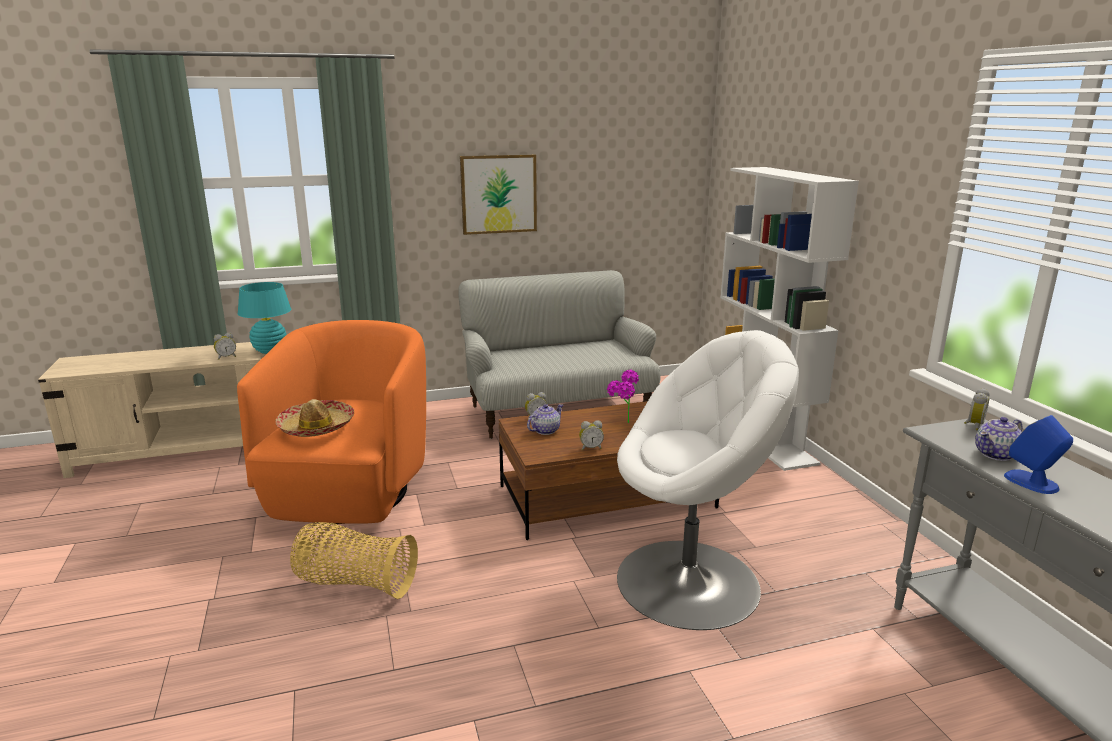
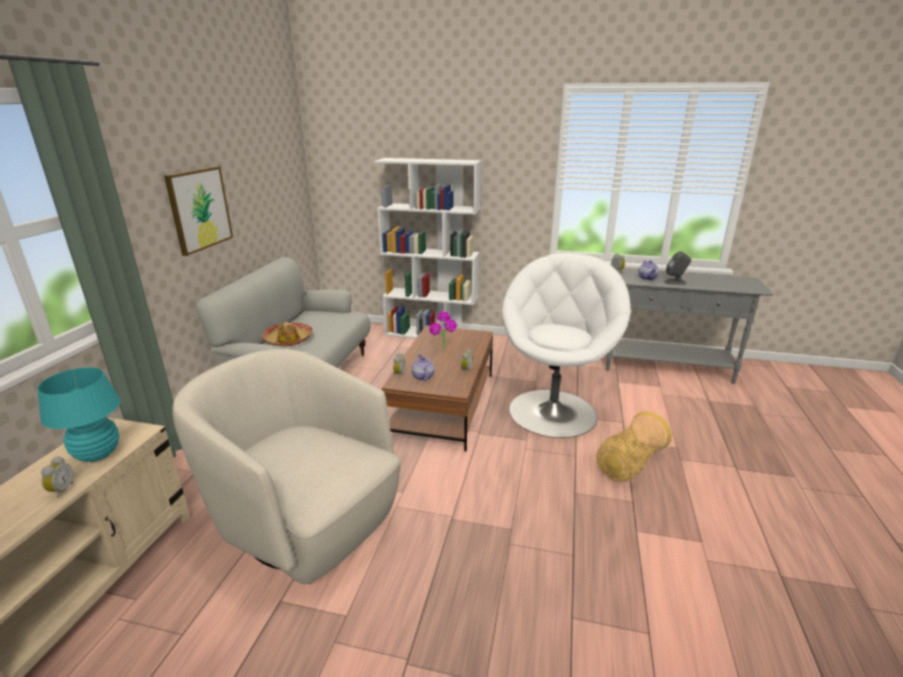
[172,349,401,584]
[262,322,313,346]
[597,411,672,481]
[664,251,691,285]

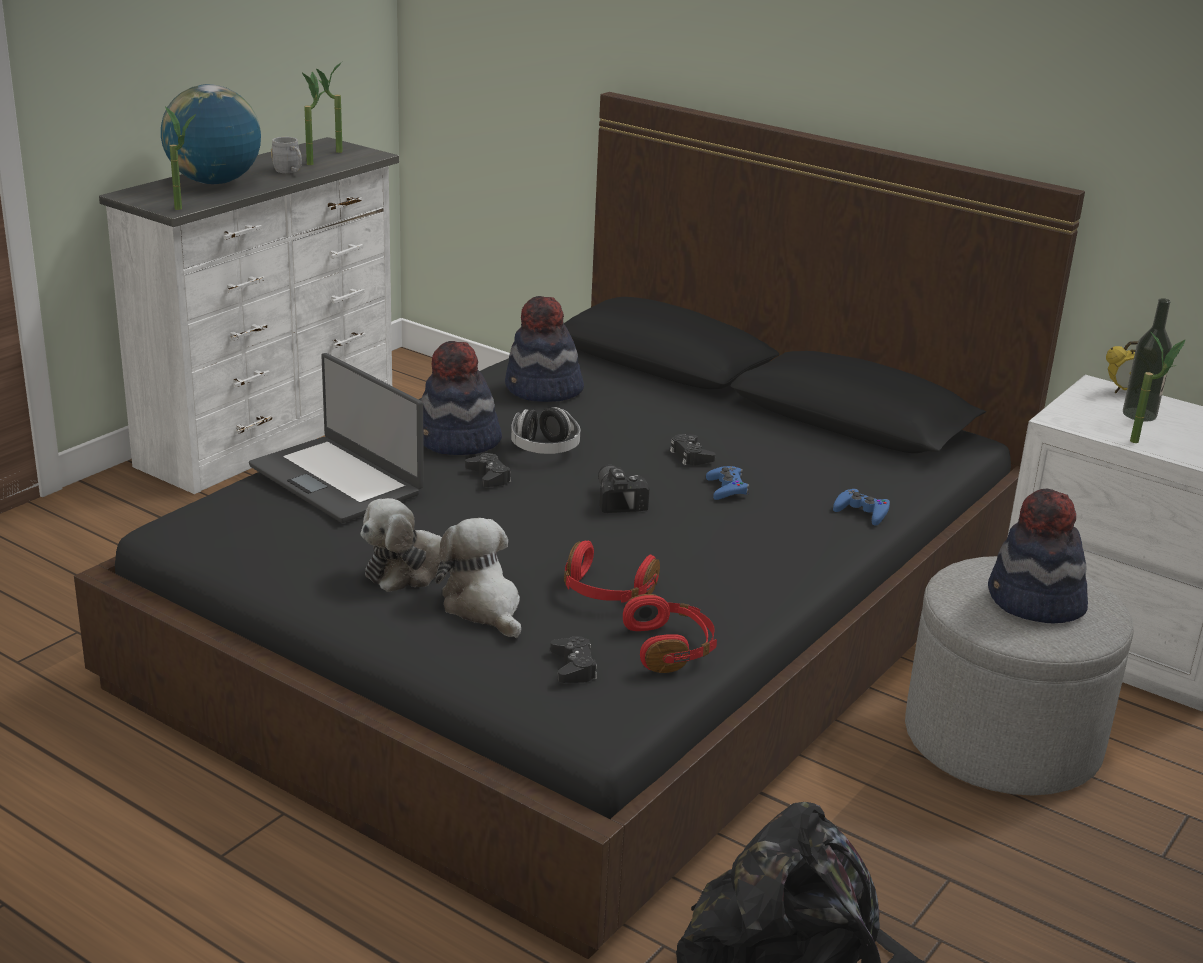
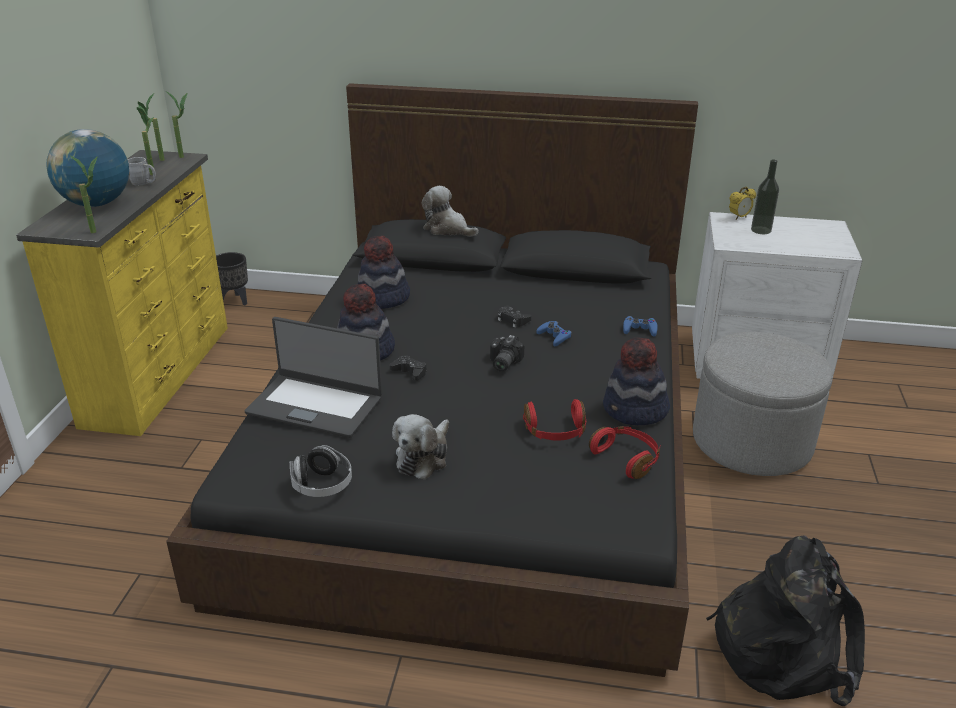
[16,150,228,436]
[166,91,187,158]
[216,252,248,305]
[290,445,352,497]
[421,186,479,237]
[490,335,524,372]
[603,337,670,425]
[550,636,597,683] (first image)

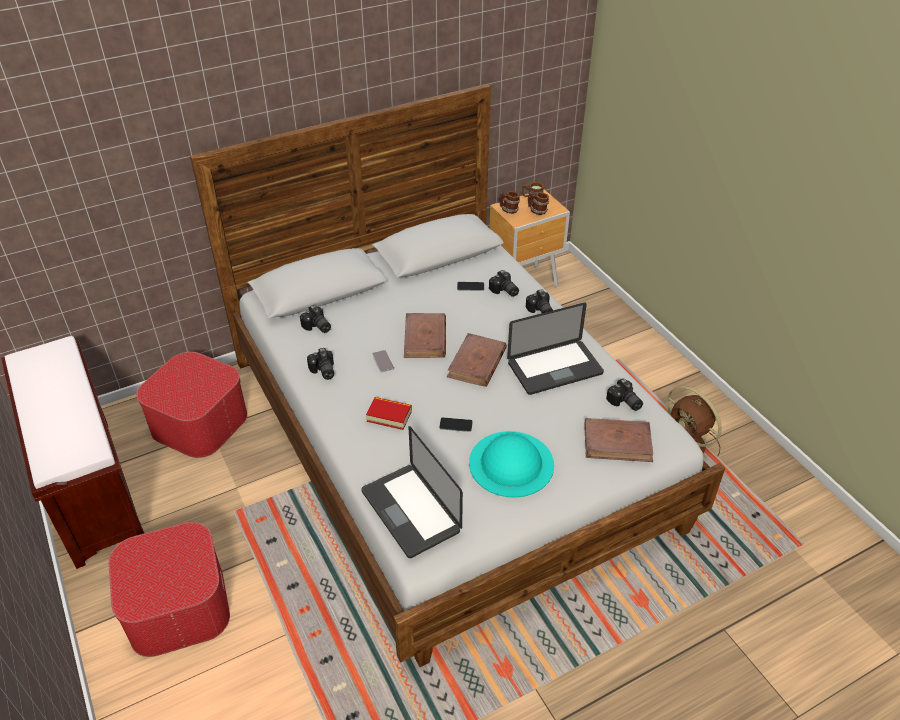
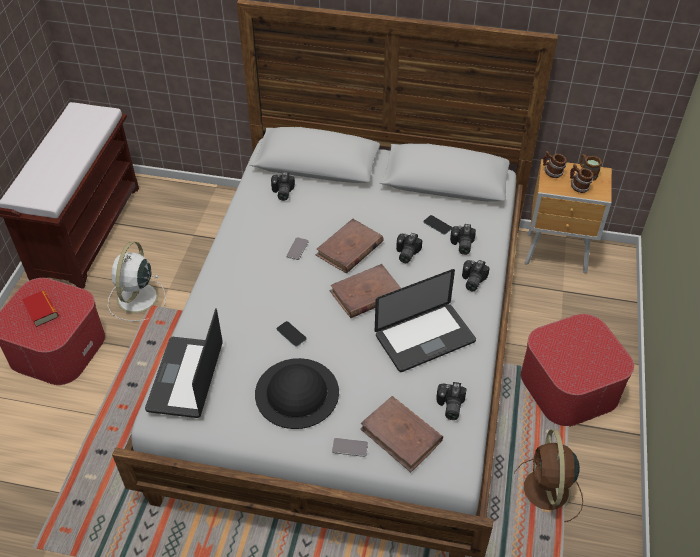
[22,290,59,327]
[108,241,166,321]
[255,358,339,429]
[332,438,368,457]
[375,269,476,372]
[396,233,422,263]
[521,314,634,427]

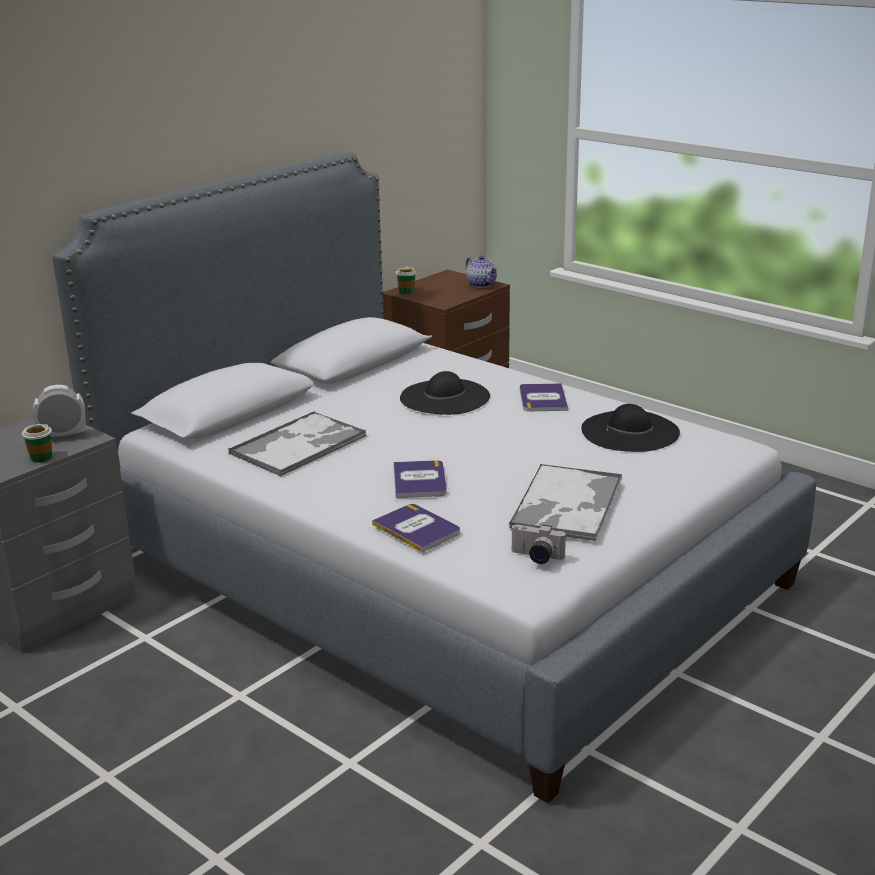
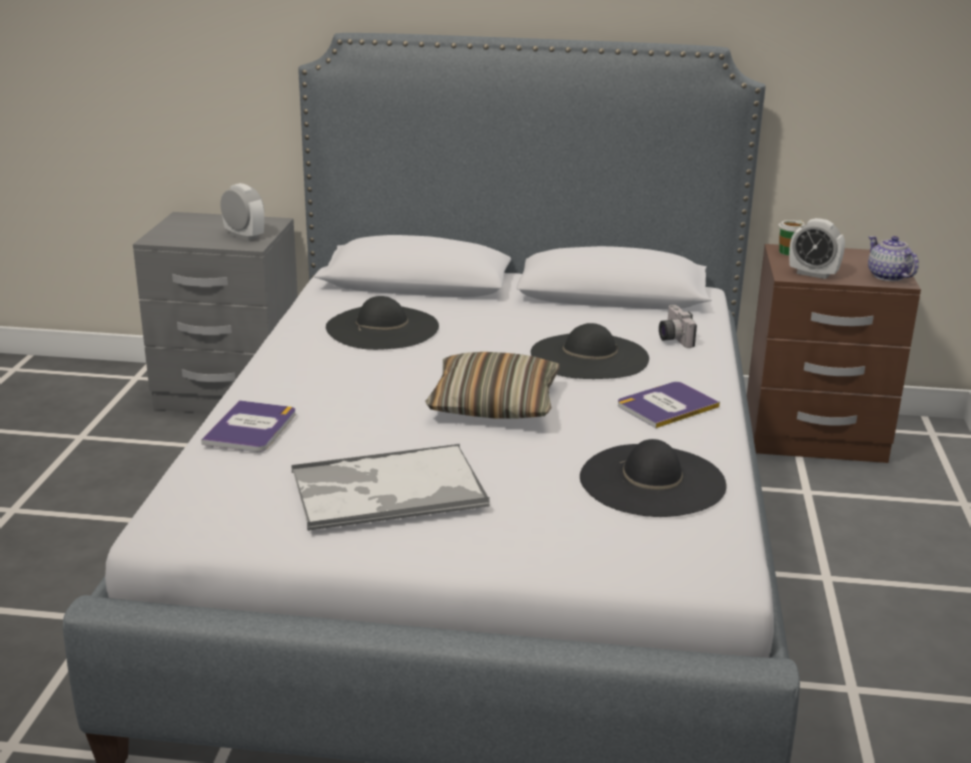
[326,296,439,350]
[425,352,560,419]
[659,305,697,348]
[789,218,845,279]
[868,236,919,281]
[21,424,52,463] (first image)
[393,460,447,498] (first image)

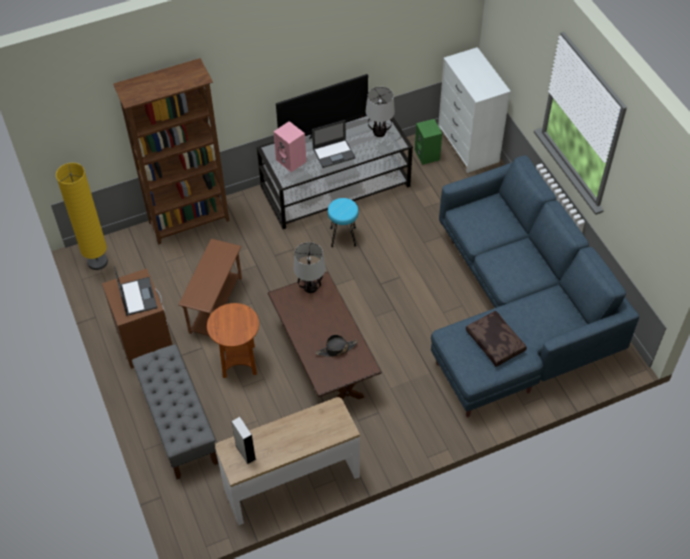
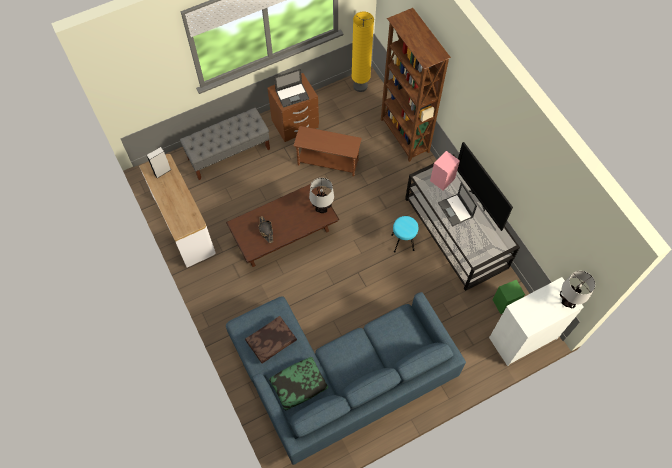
[269,357,328,410]
[560,271,595,308]
[207,303,259,378] (first image)

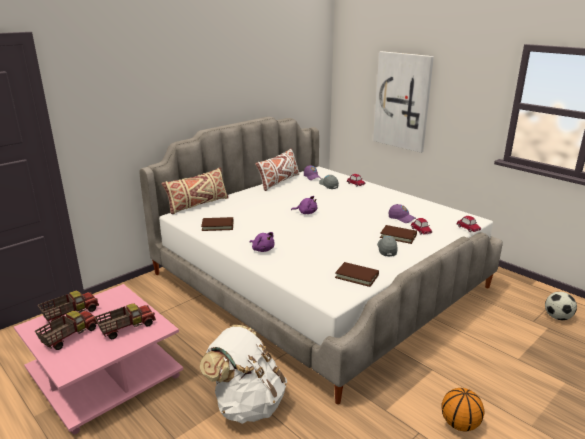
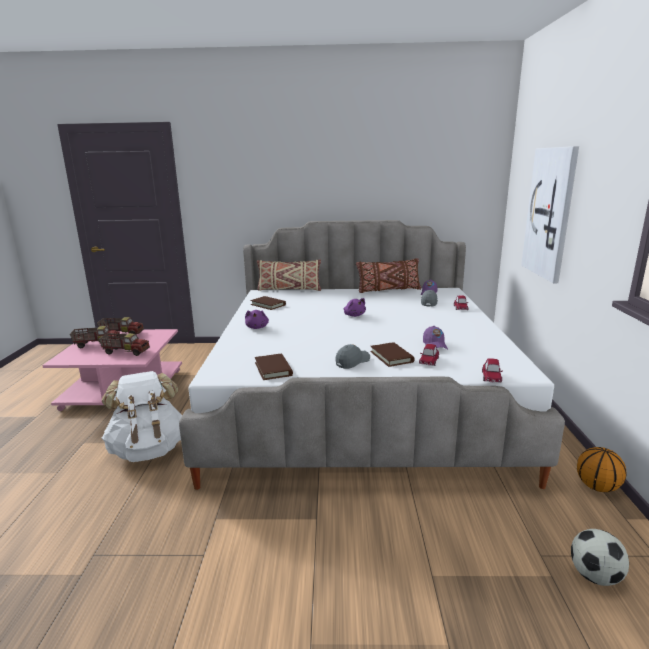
[356,258,421,293]
[577,447,626,492]

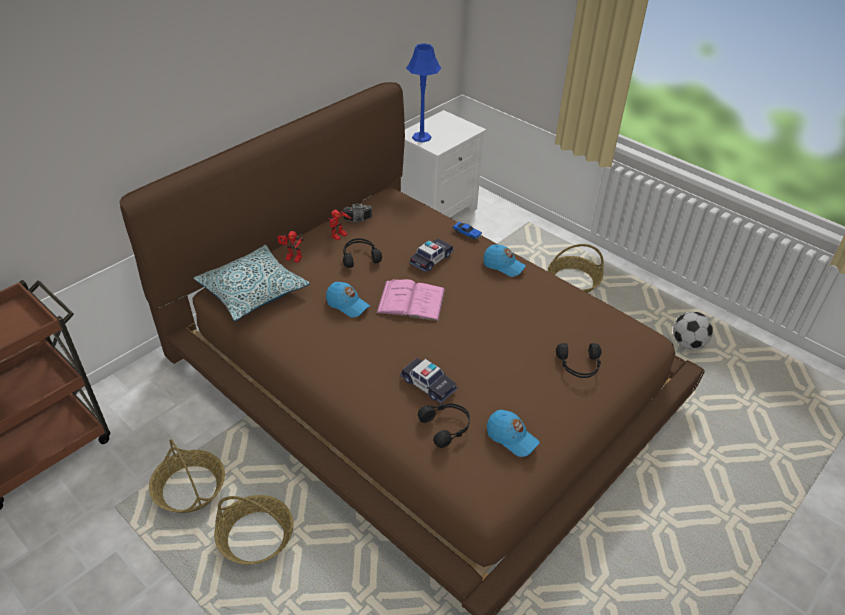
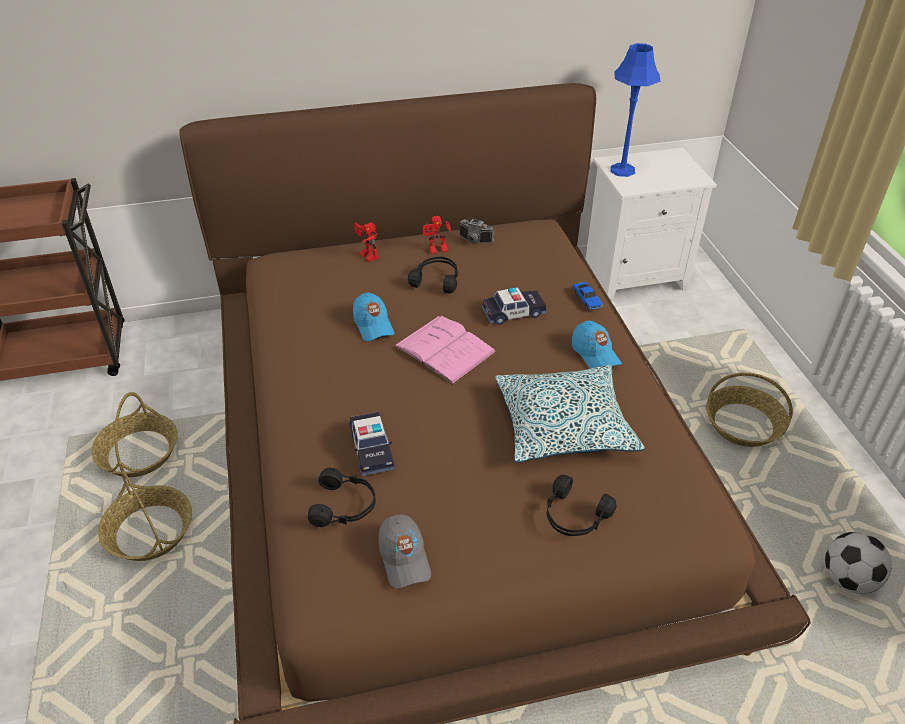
[379,514,431,588]
[495,365,645,463]

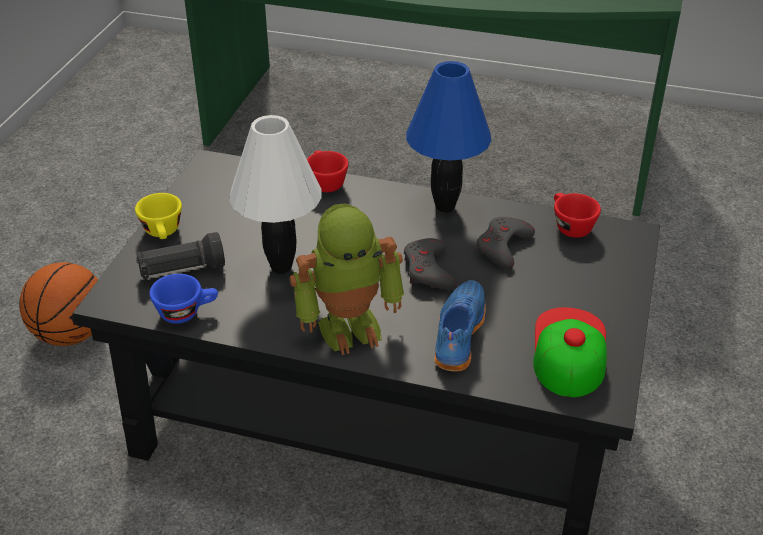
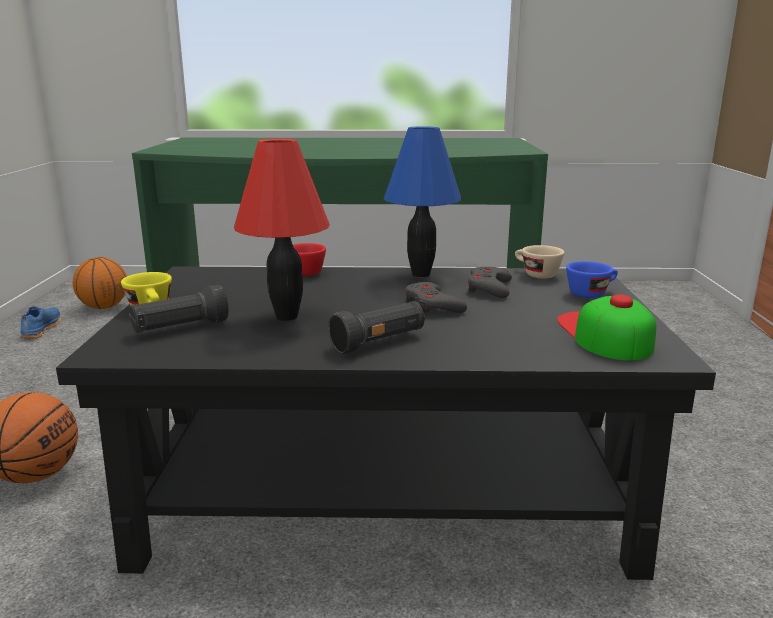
[20,306,61,338]
[73,257,127,309]
[234,139,330,321]
[328,301,425,354]
[515,245,564,279]
[566,261,618,298]

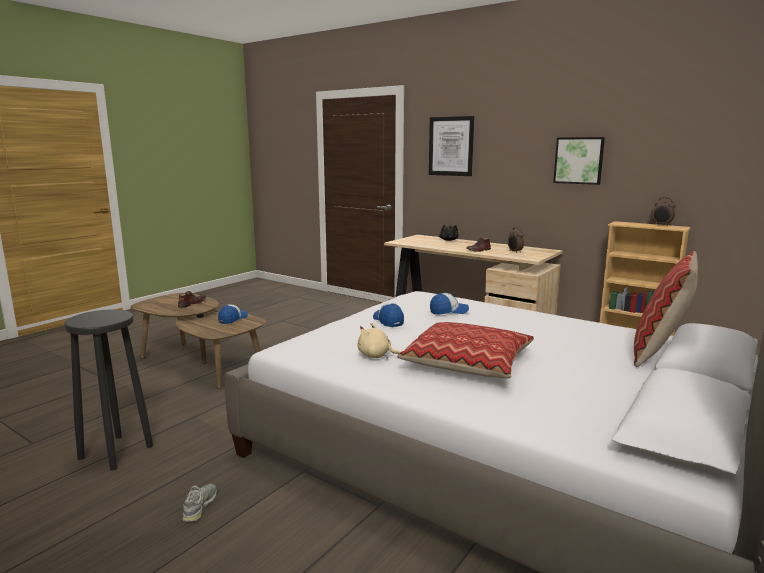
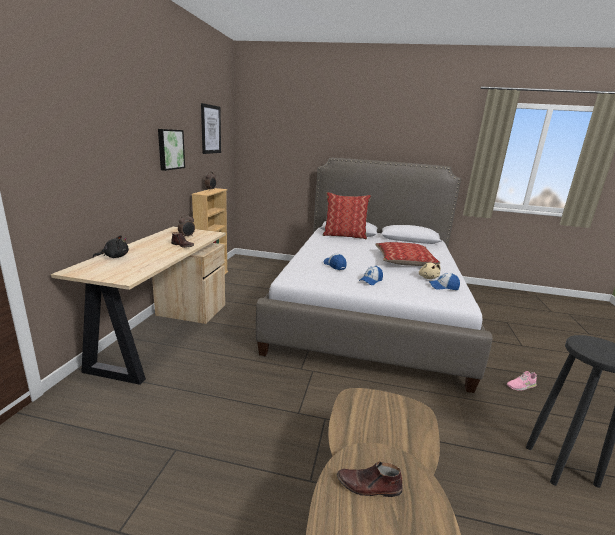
[201,103,221,154]
[429,273,460,290]
[507,371,537,391]

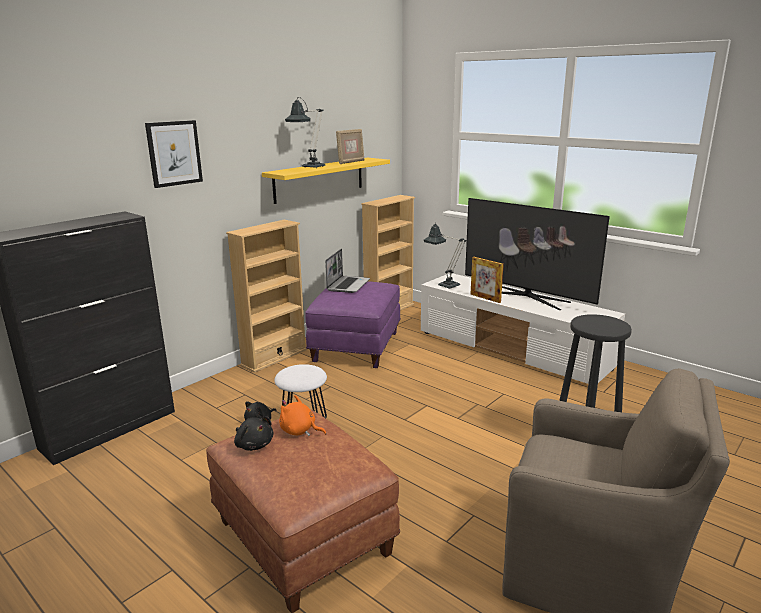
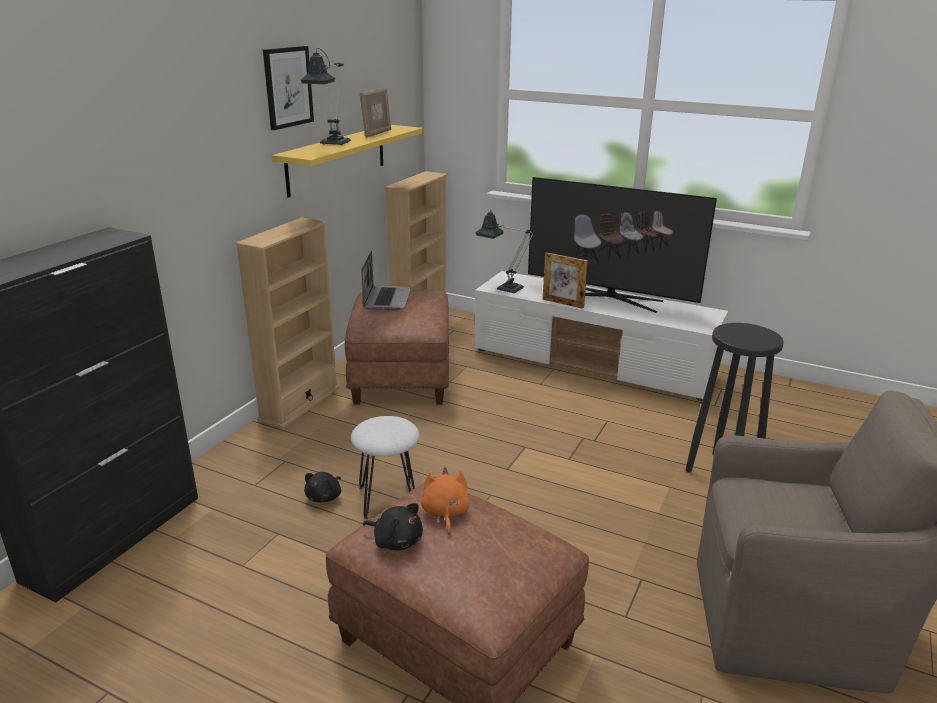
[263,46,314,130]
[345,291,449,405]
[421,467,470,535]

